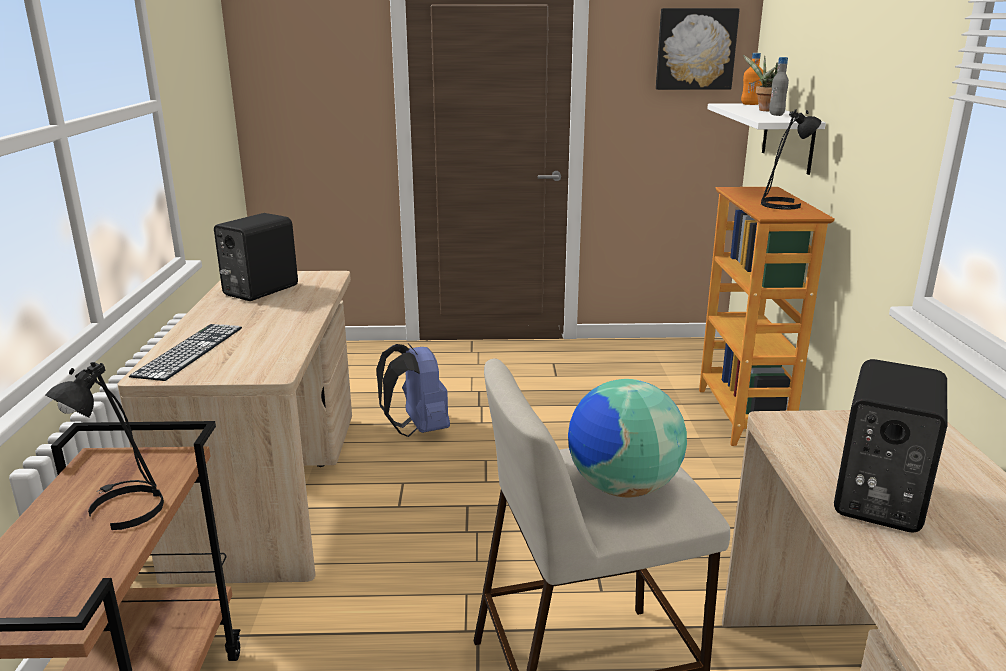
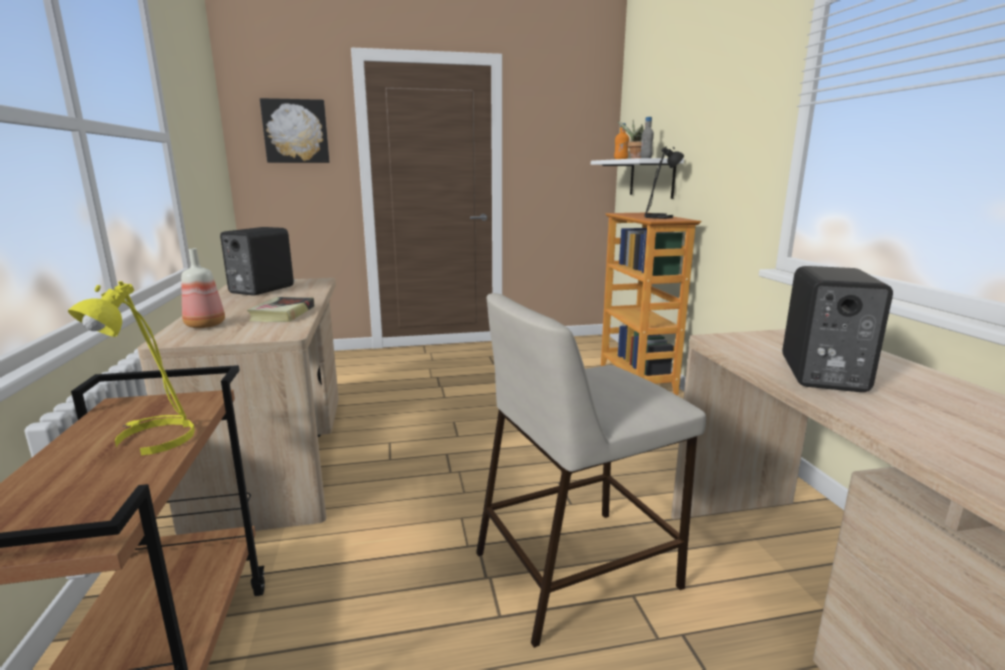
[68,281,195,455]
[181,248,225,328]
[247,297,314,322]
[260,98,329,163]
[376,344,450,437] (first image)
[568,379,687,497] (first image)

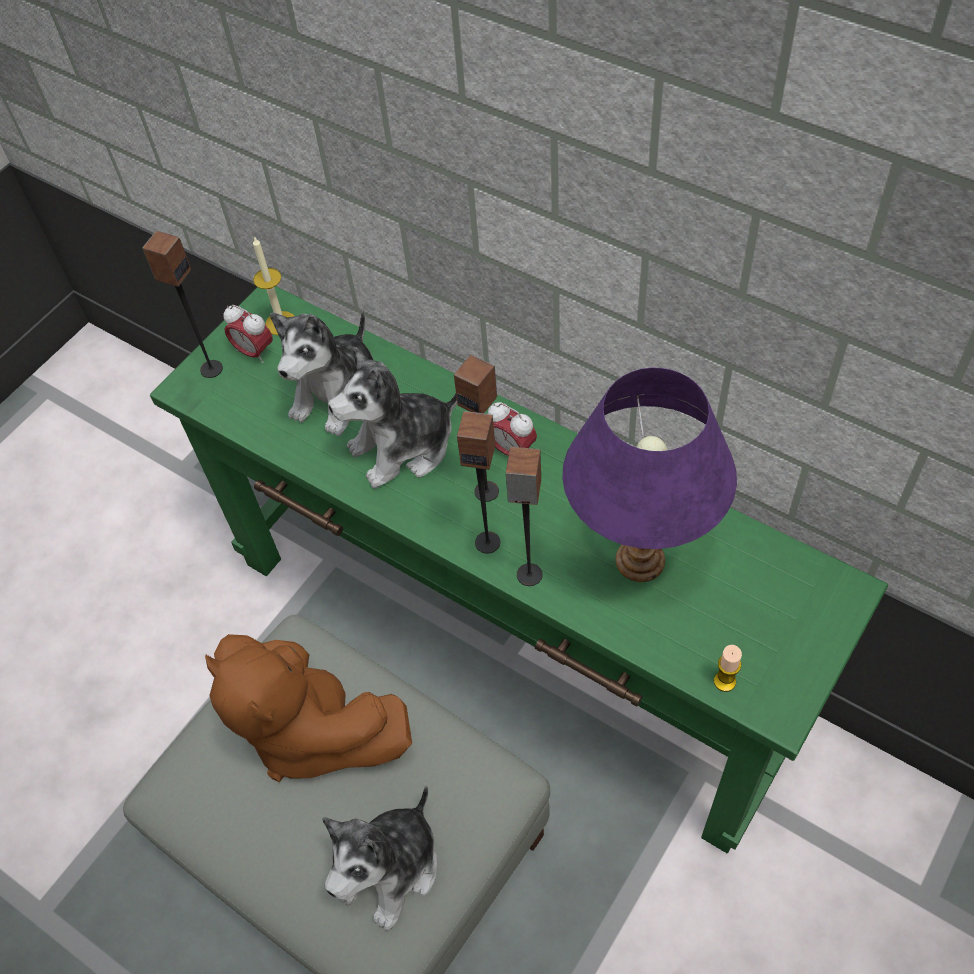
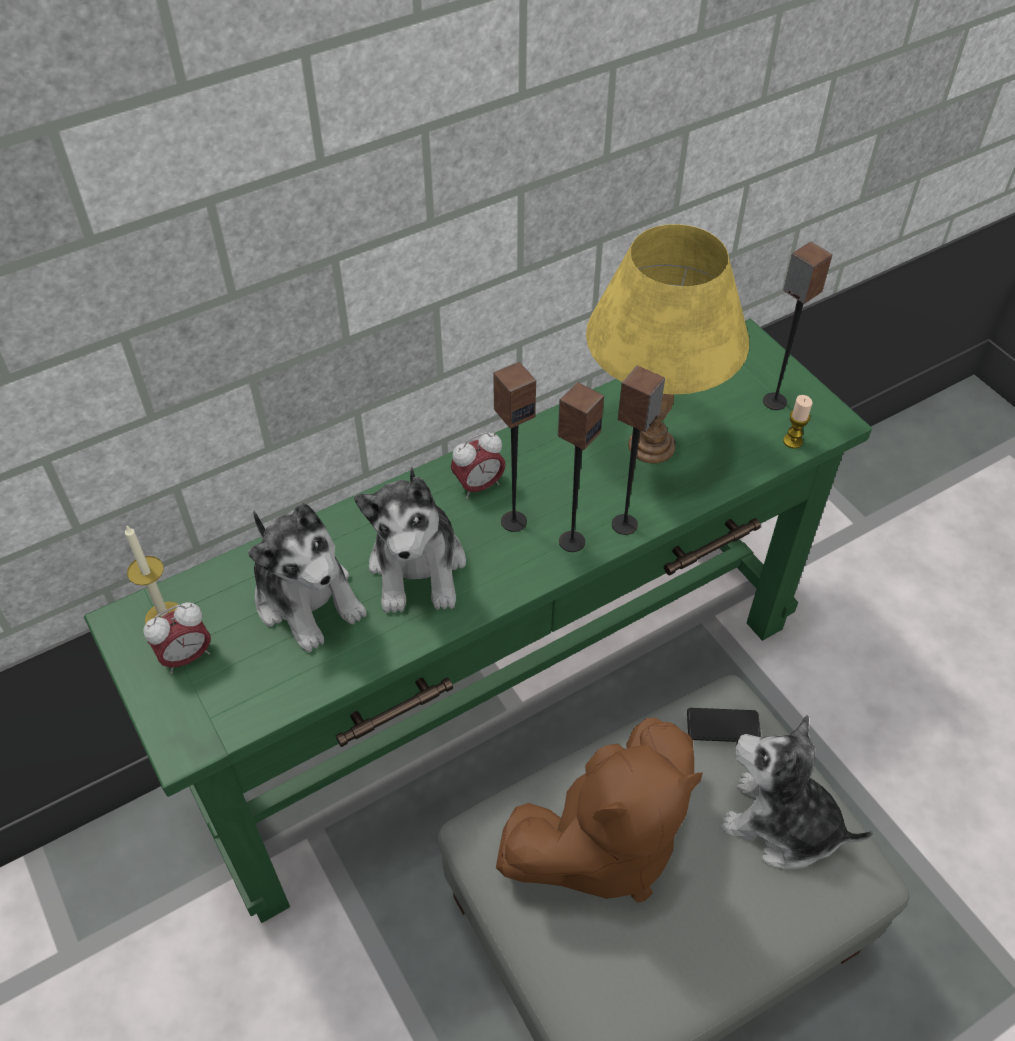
[586,224,749,463]
[687,708,761,742]
[721,715,873,870]
[763,242,832,410]

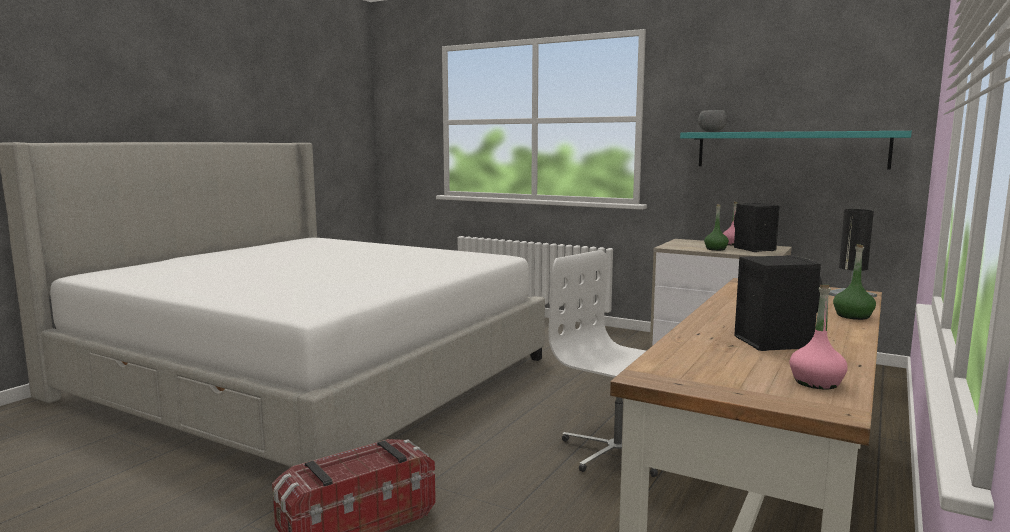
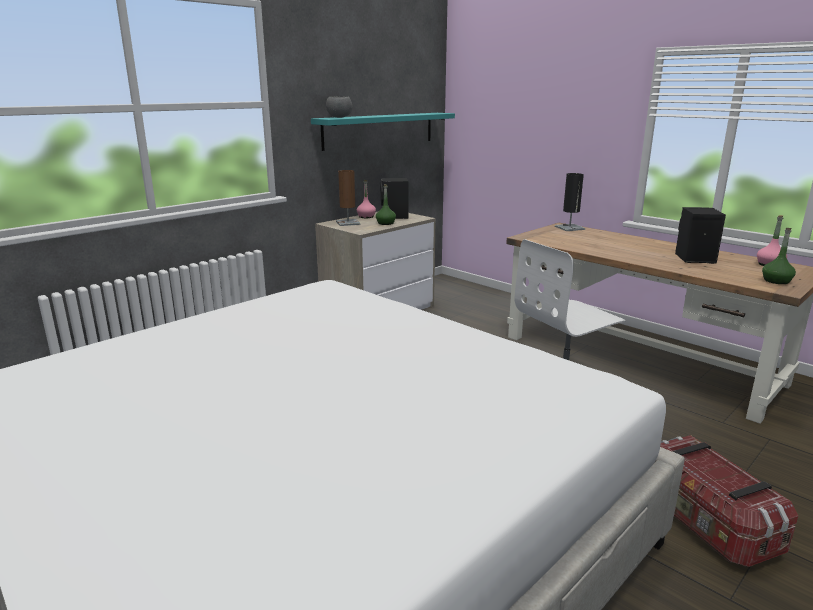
[336,170,361,226]
[762,228,796,284]

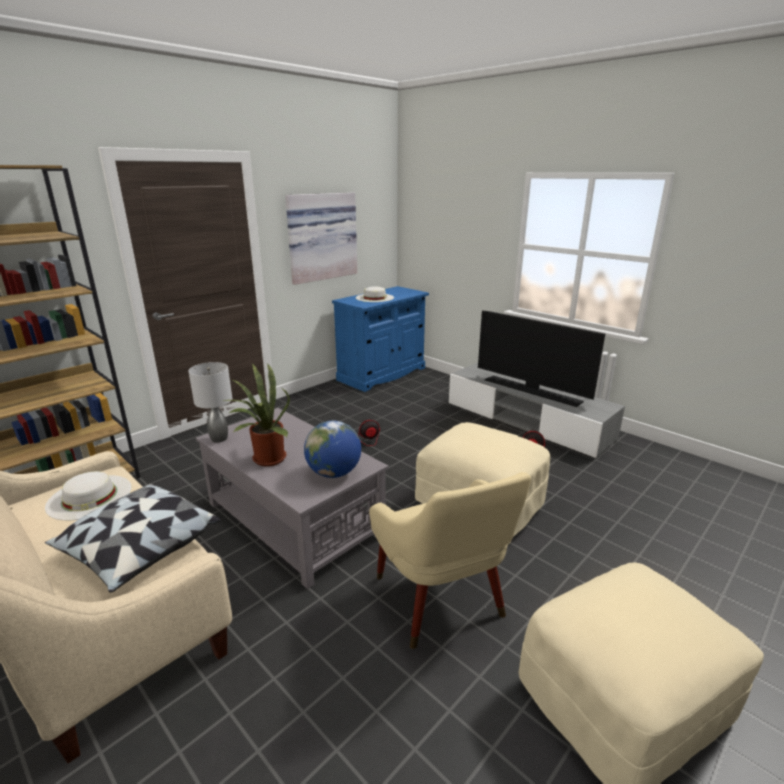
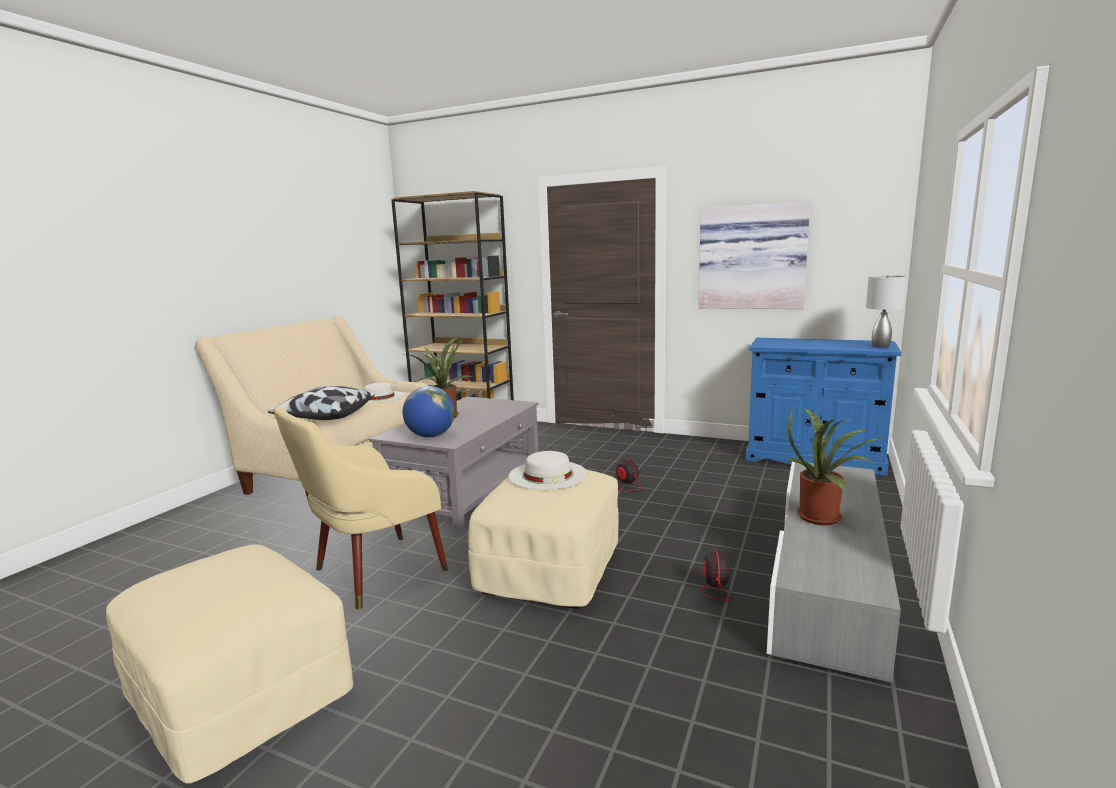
[509,451,587,490]
[785,408,882,525]
[866,275,907,348]

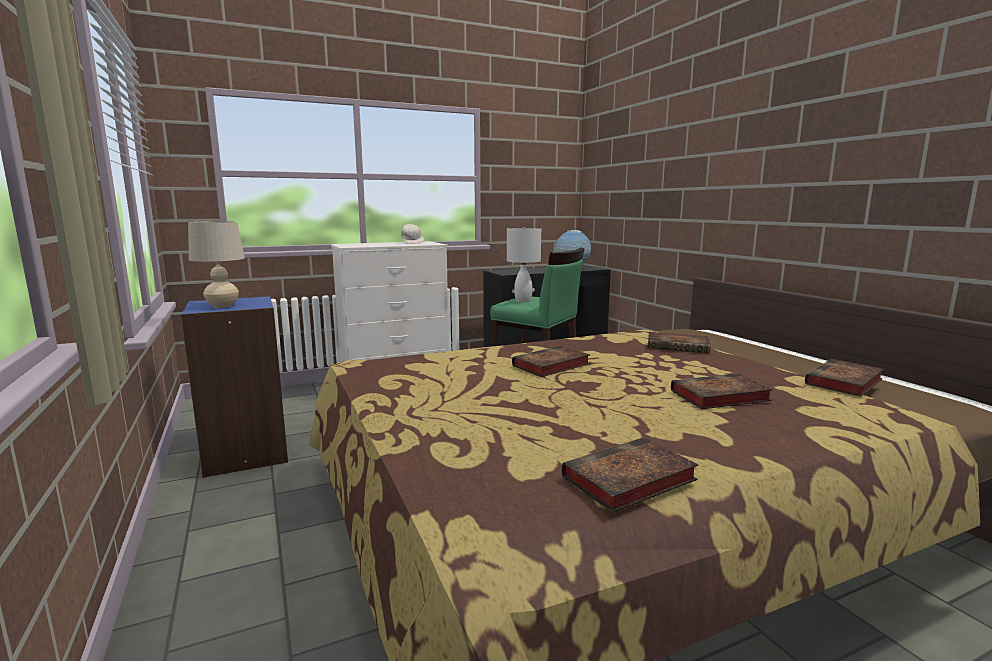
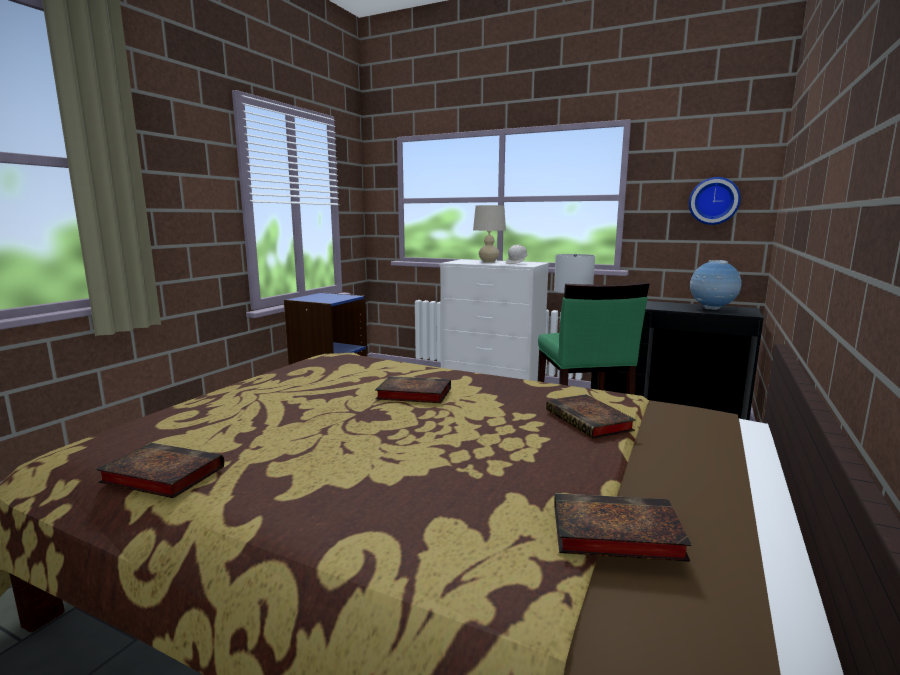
[473,205,506,263]
[689,177,741,225]
[671,373,773,409] (first image)

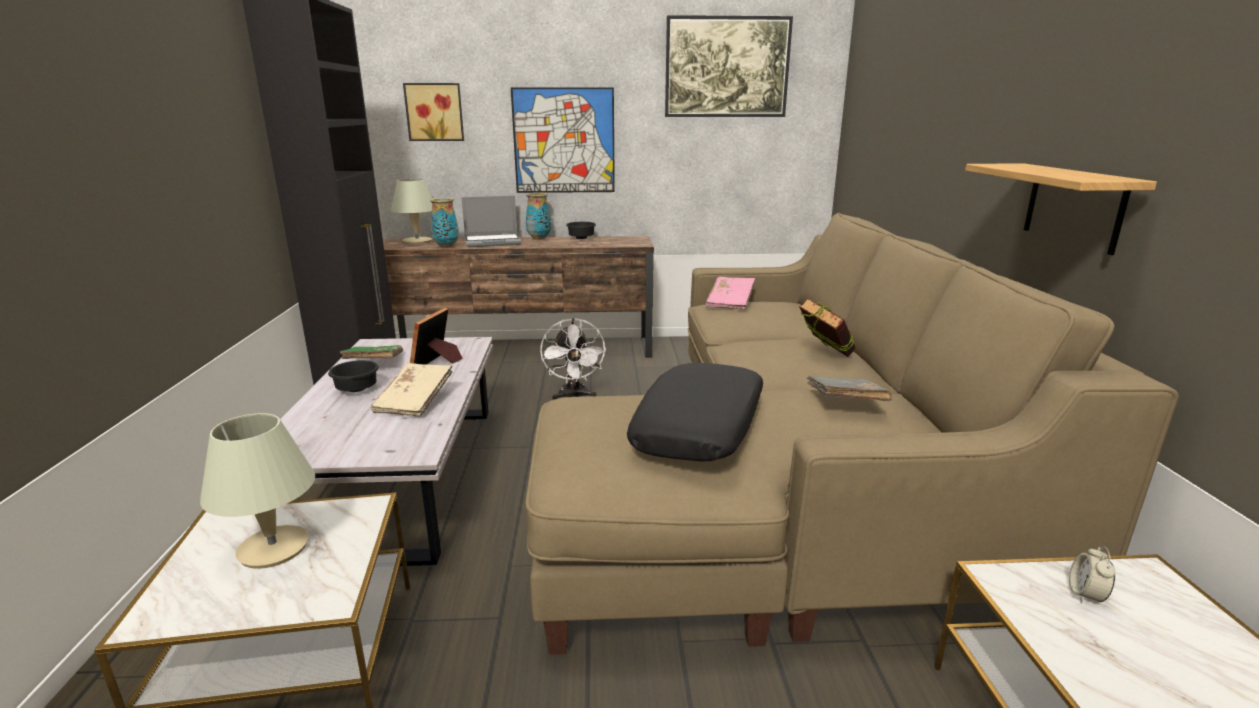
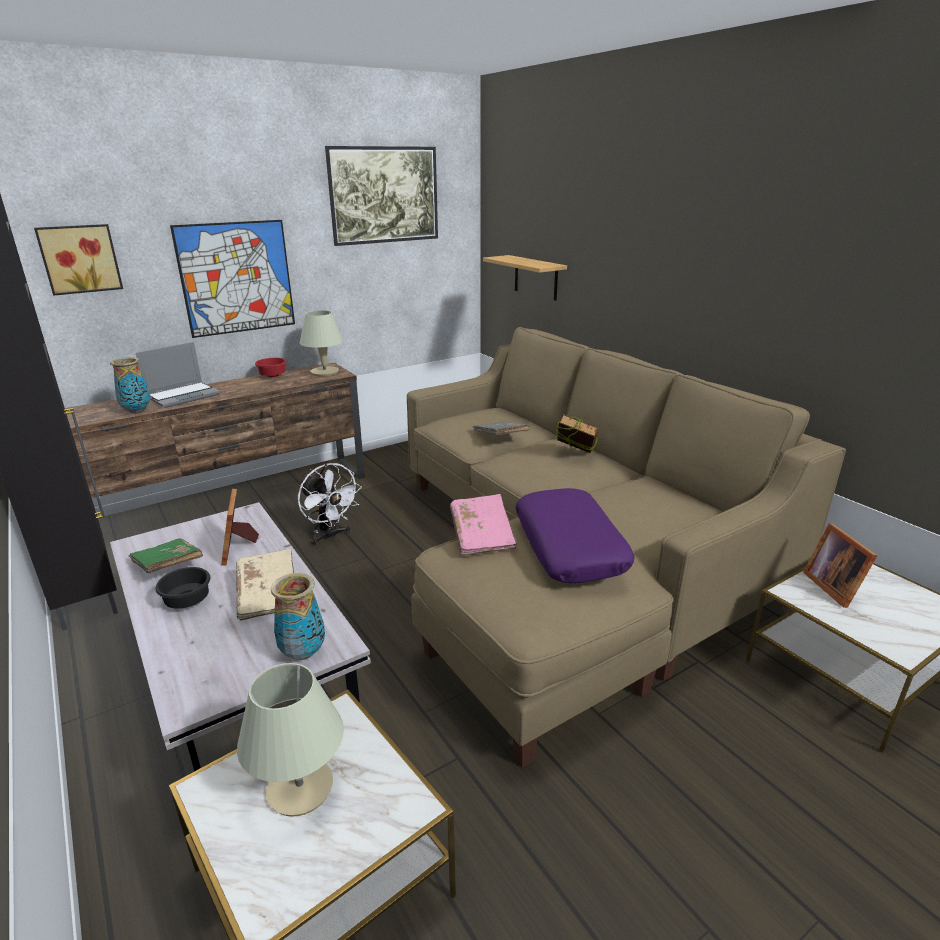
[255,358,287,377]
[271,573,325,660]
[300,310,344,376]
[450,494,517,556]
[473,421,530,435]
[483,255,567,301]
[516,488,634,583]
[803,523,877,608]

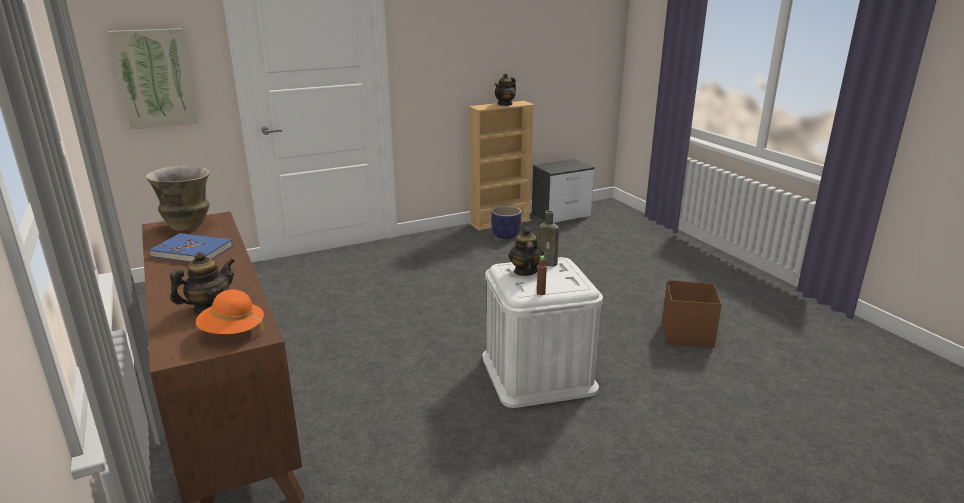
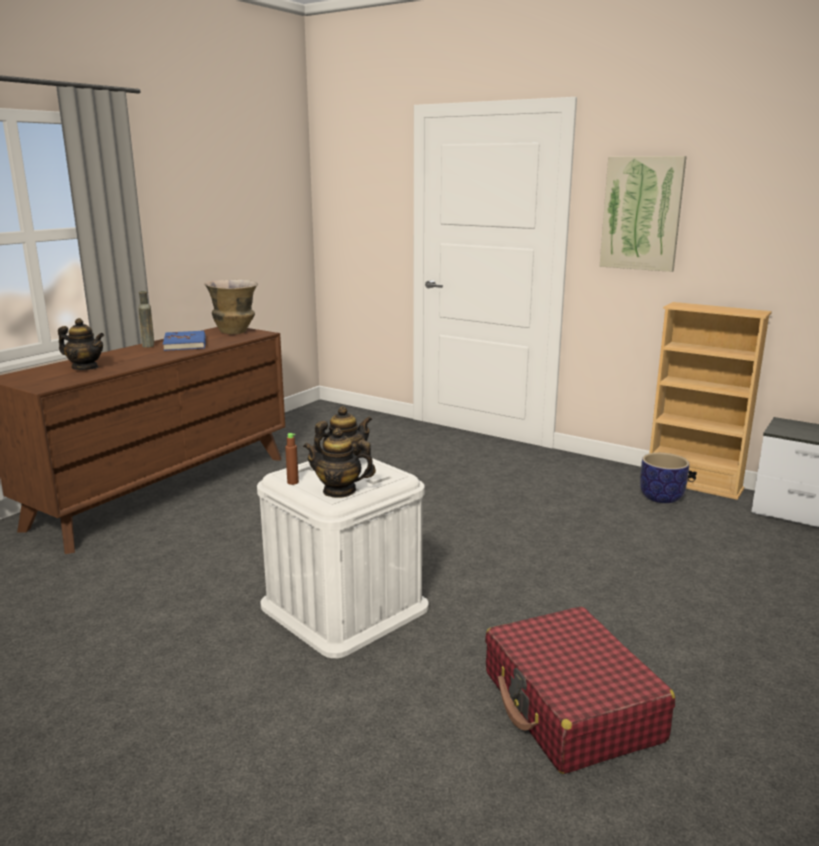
[139,291,154,348]
[303,428,376,498]
[485,607,675,774]
[599,156,687,272]
[196,289,264,334] (first image)

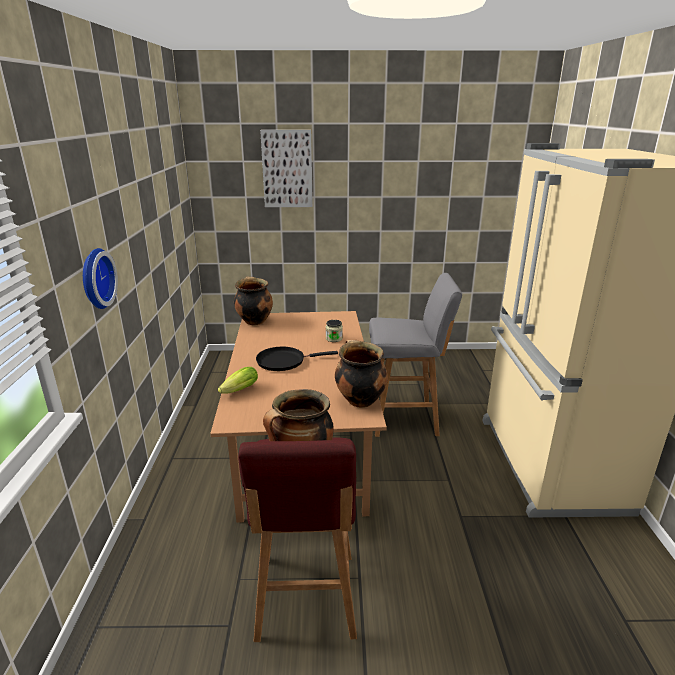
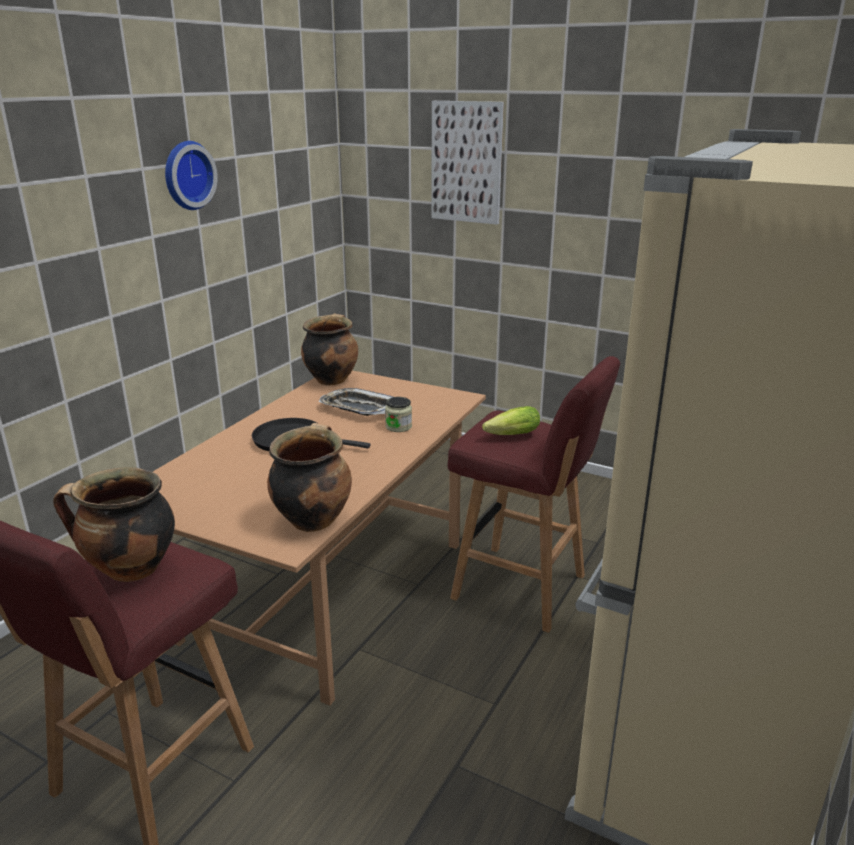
[165,141,218,210]
[319,388,393,416]
[447,356,620,633]
[482,406,540,435]

